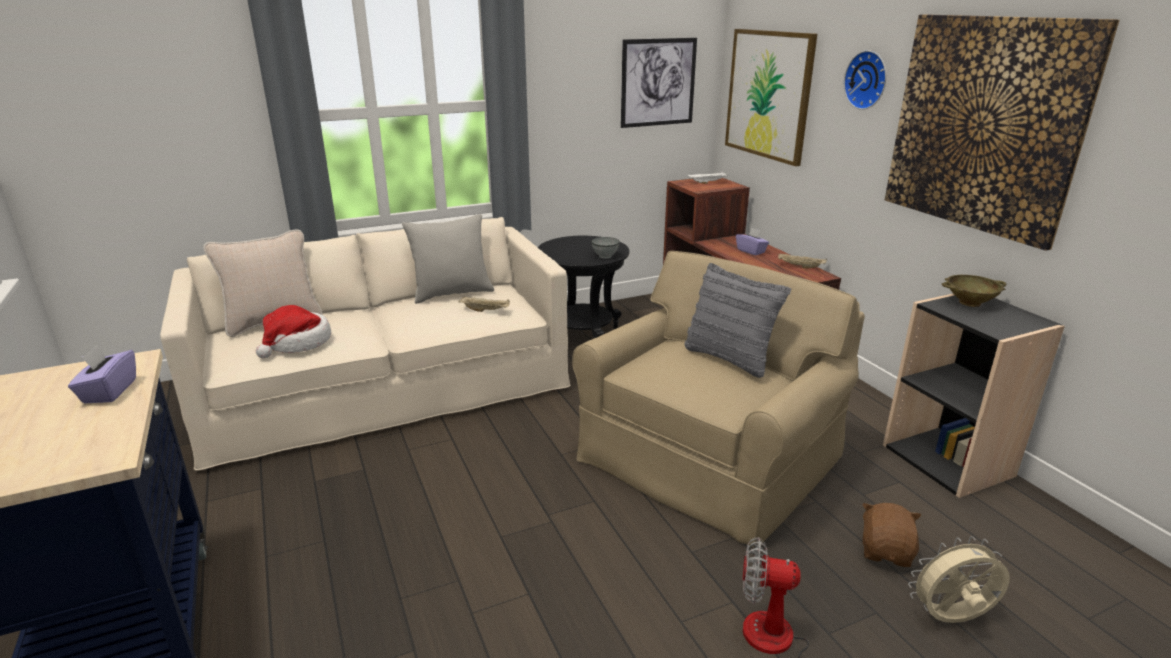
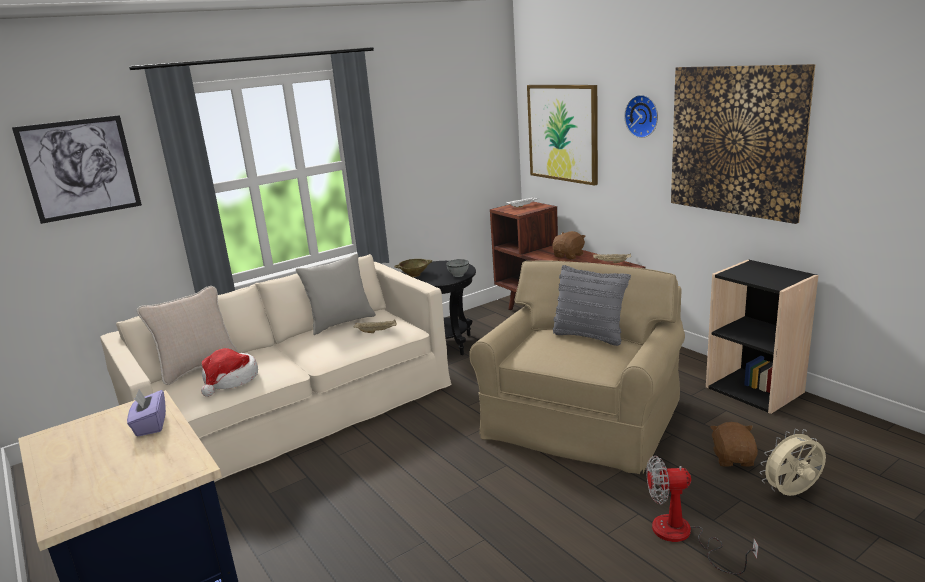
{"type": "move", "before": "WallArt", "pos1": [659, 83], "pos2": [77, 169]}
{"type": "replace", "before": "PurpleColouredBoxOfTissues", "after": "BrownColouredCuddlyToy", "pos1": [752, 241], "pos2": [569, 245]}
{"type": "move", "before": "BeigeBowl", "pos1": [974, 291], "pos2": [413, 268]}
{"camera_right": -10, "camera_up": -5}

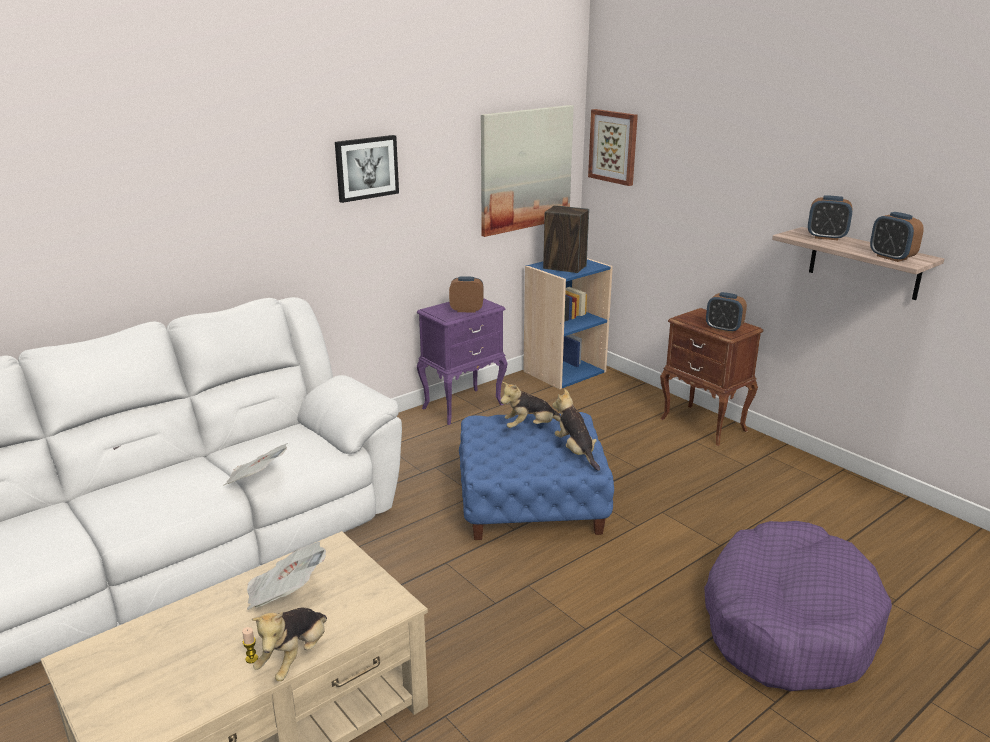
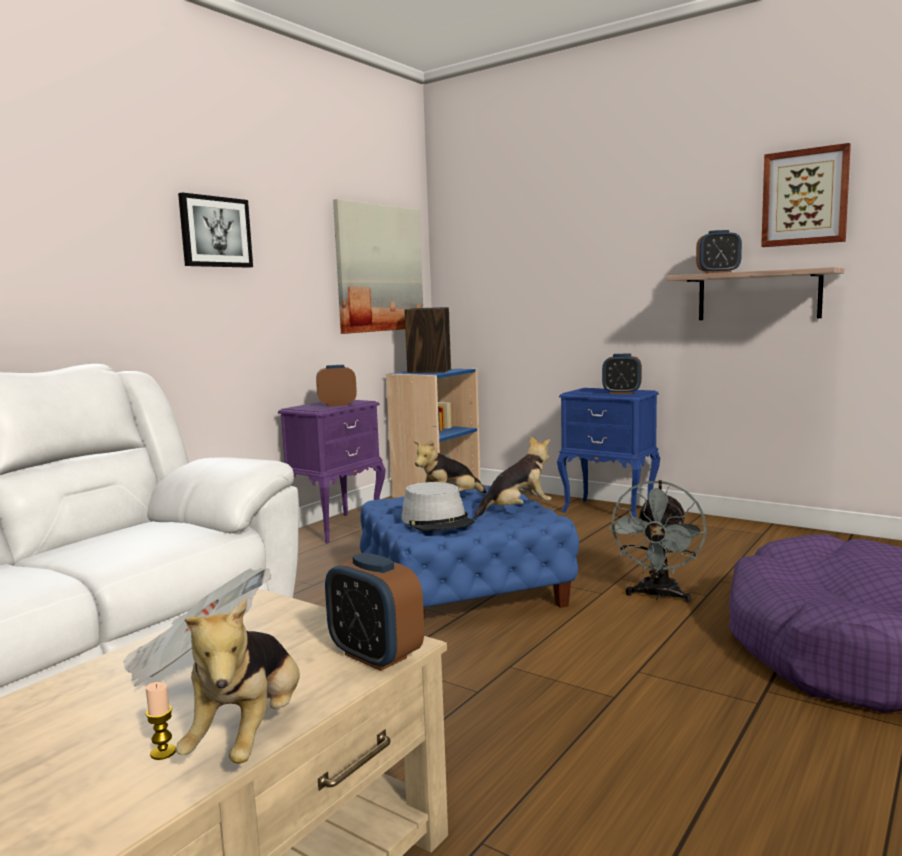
{"type": "move", "before": "WallArt", "pos1": [613, 147], "pos2": [806, 195]}
{"type": "move", "before": "AlarmClock", "pos1": [897, 237], "pos2": [374, 612]}
{"type": "recolor", "before": "BrownColouredNightTable", "after": "BlueNightTable", "pos1": [711, 377], "pos2": [608, 453]}
{"type": "rotate", "before": "CuddlyToy", "pos1": [576, 430], "pos2": [512, 477], "turn": 105}
{"type": "delete", "before": "PrintedPaper", "pos1": [255, 464]}
{"type": "insert", "after": "GreyElectricFan", "pos2": [657, 541]}
{"type": "insert", "after": "GreyHat", "pos2": [438, 506]}
{"camera_right": -15, "camera_up": -15}

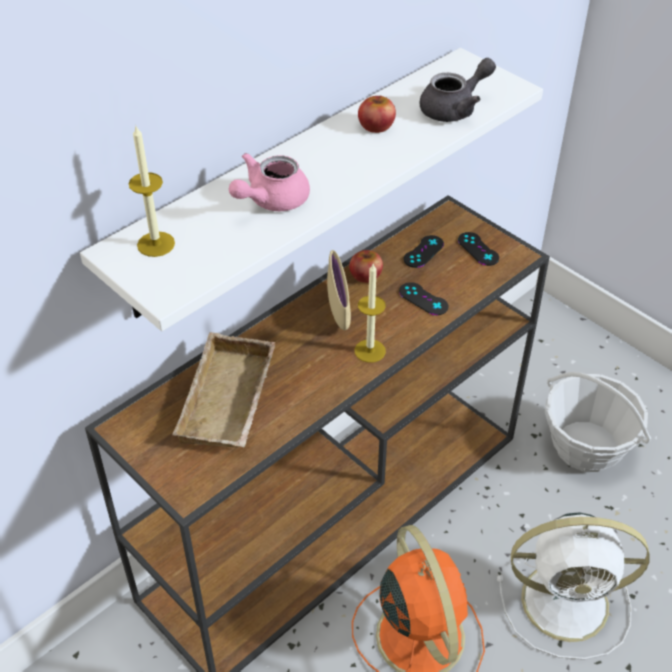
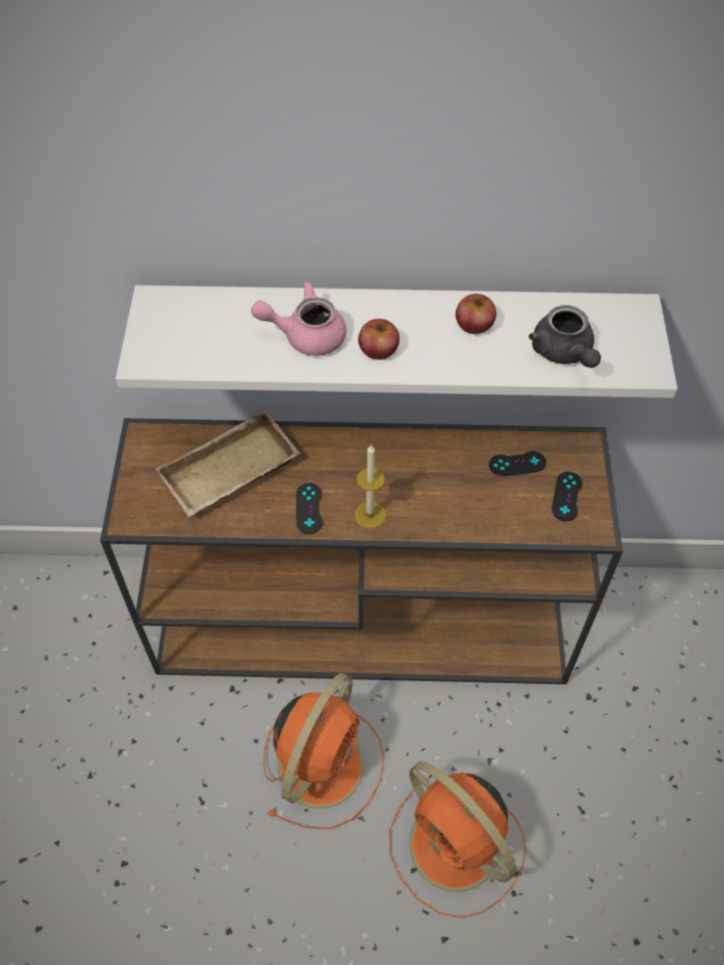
{"type": "rotate", "before": "GreyTeapot", "pos1": [458, 90], "pos2": [565, 336], "turn": 60}
{"type": "delete", "before": "WaxCandle", "pos1": [152, 191]}
{"type": "delete", "before": "BeigeBowl", "pos1": [339, 290]}
{"type": "move", "before": "AppleFruit", "pos1": [366, 266], "pos2": [379, 339]}
{"type": "move", "before": "BlackColouredGameController", "pos1": [424, 298], "pos2": [309, 508]}
{"type": "delete", "before": "Basket", "pos1": [598, 422]}
{"type": "recolor", "before": "WhiteElectricFan", "after": "OrangeyElectricFan", "pos1": [573, 586], "pos2": [457, 839]}
{"camera_right": 45, "camera_up": 10}

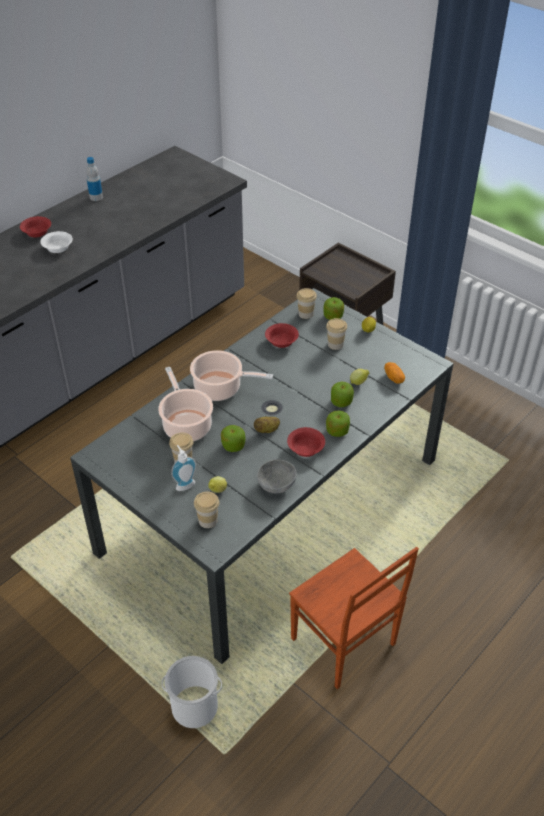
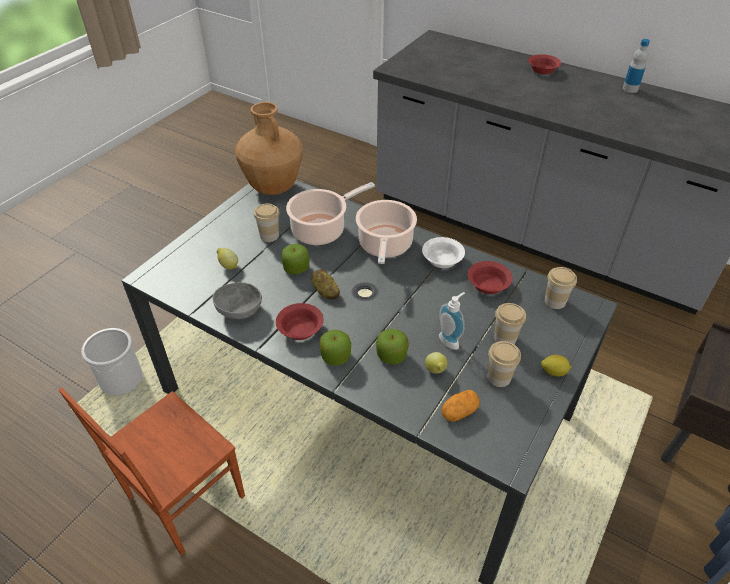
{"type": "move", "before": "WhiteBowl", "pos1": [56, 242], "pos2": [443, 252]}
{"type": "delete", "before": "AppleFruit", "pos1": [333, 308]}
{"type": "move", "before": "SoapBottle", "pos1": [183, 468], "pos2": [452, 321]}
{"type": "move", "before": "DrinkingCup", "pos1": [206, 510], "pos2": [504, 364]}
{"type": "insert", "after": "BrownColouredVase", "pos2": [269, 148]}
{"camera_right": 80, "camera_up": 0}

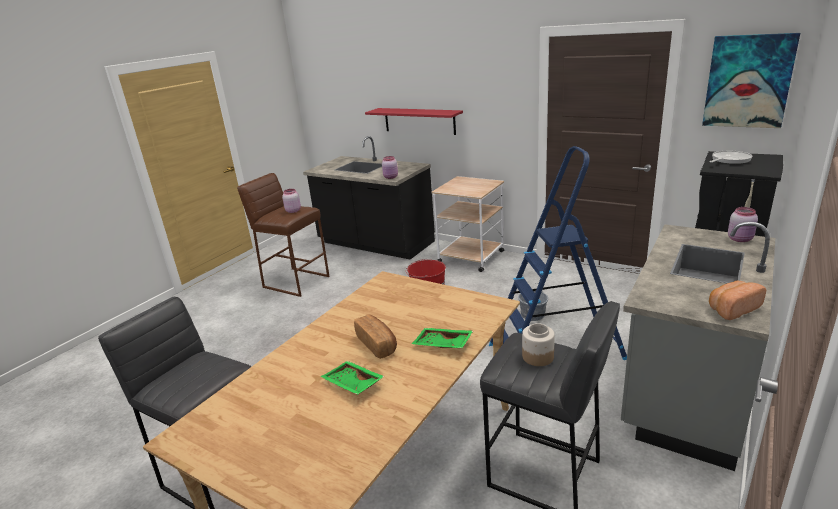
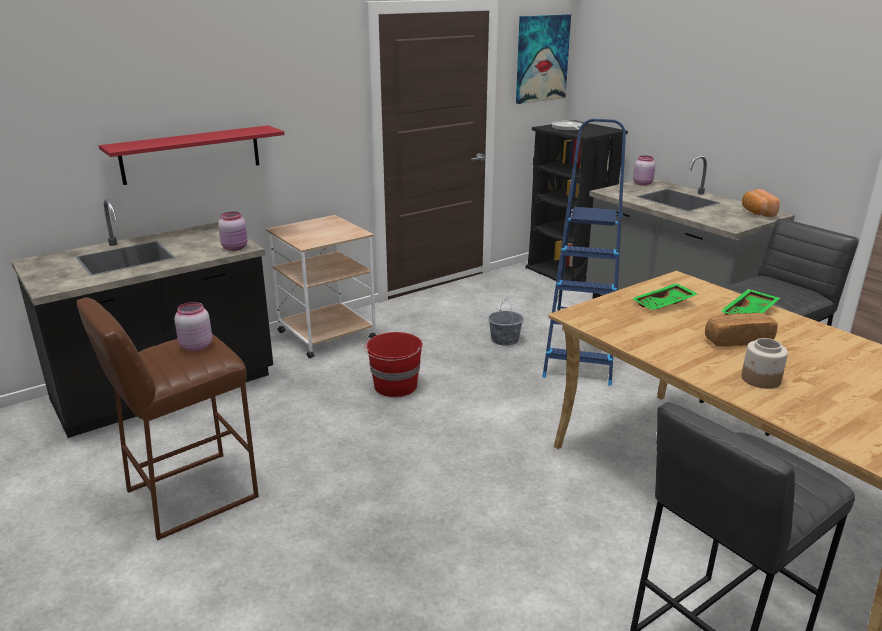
{"type": "move", "before": "StorageJar", "pos1": [538, 344], "pos2": [764, 363]}
{"type": "move", "before": "GreenColouredTray", "pos1": [353, 378], "pos2": [664, 296]}
{"camera_right": -70, "camera_up": 0}

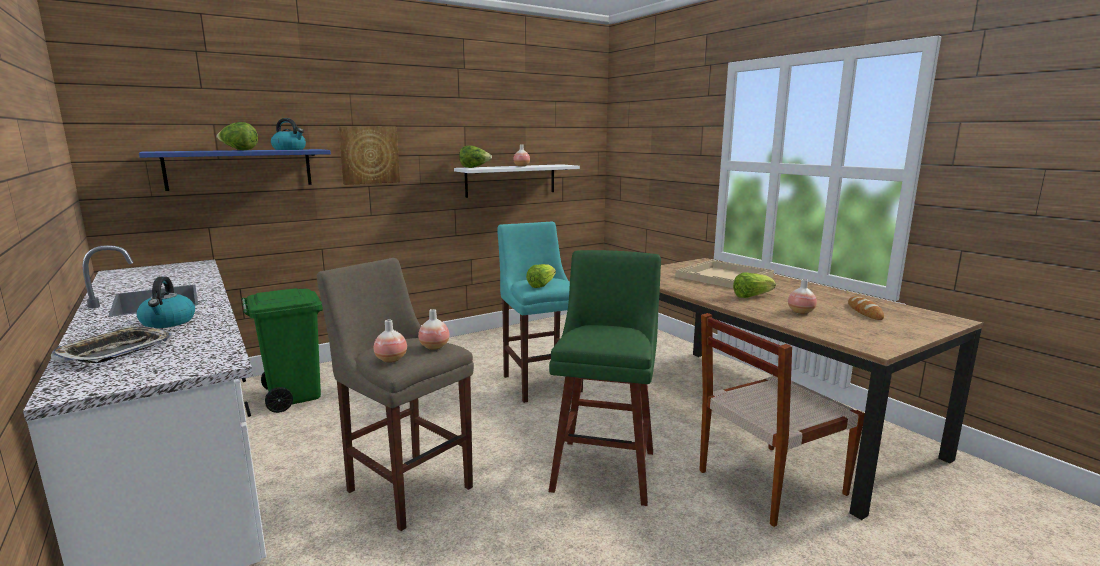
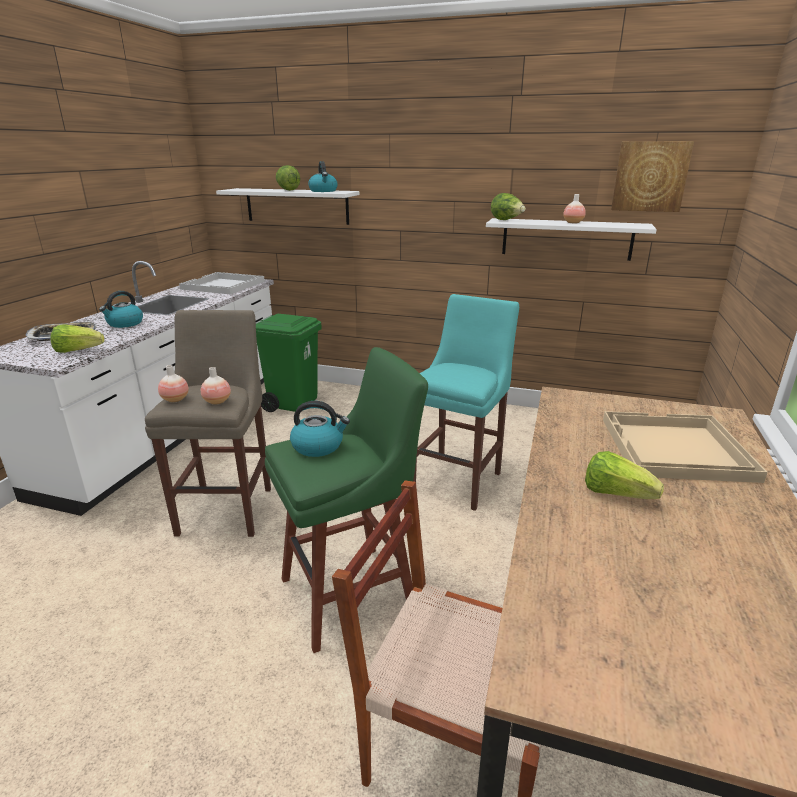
{"type": "move", "before": "WallArt", "pos1": [369, 155], "pos2": [652, 176]}
{"type": "recolor", "before": "BlueBracketShelf", "after": "WhiteBracketShelf", "pos1": [235, 170], "pos2": [287, 206]}
{"type": "move", "before": "Lettuce", "pos1": [541, 276], "pos2": [77, 339]}
{"type": "delete", "before": "Vase", "pos1": [802, 296]}
{"type": "delete", "before": "BakeryBread", "pos1": [866, 308]}
{"type": "insert", "after": "WhiteTray", "pos2": [222, 283]}
{"type": "insert", "after": "TeaKettle", "pos2": [320, 429]}
{"camera_right": 50, "camera_up": 10}

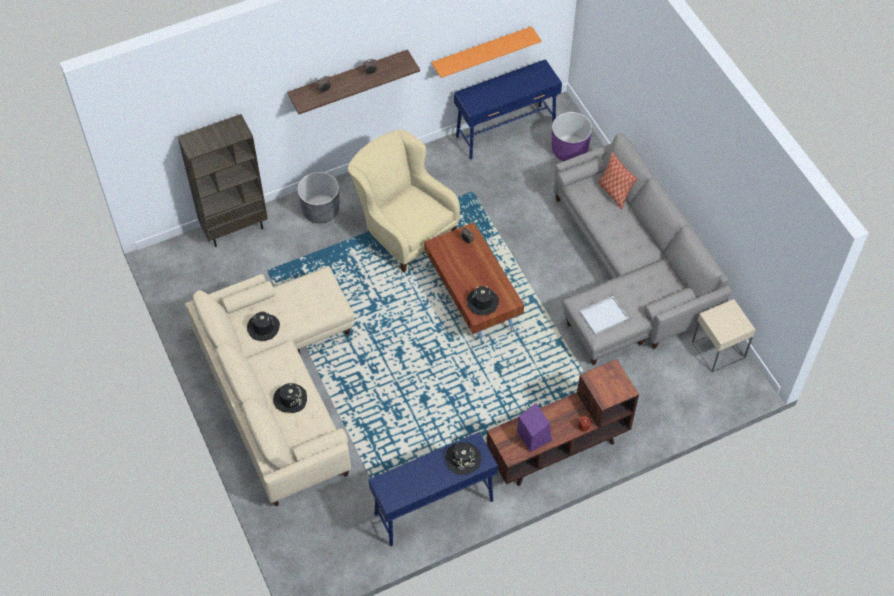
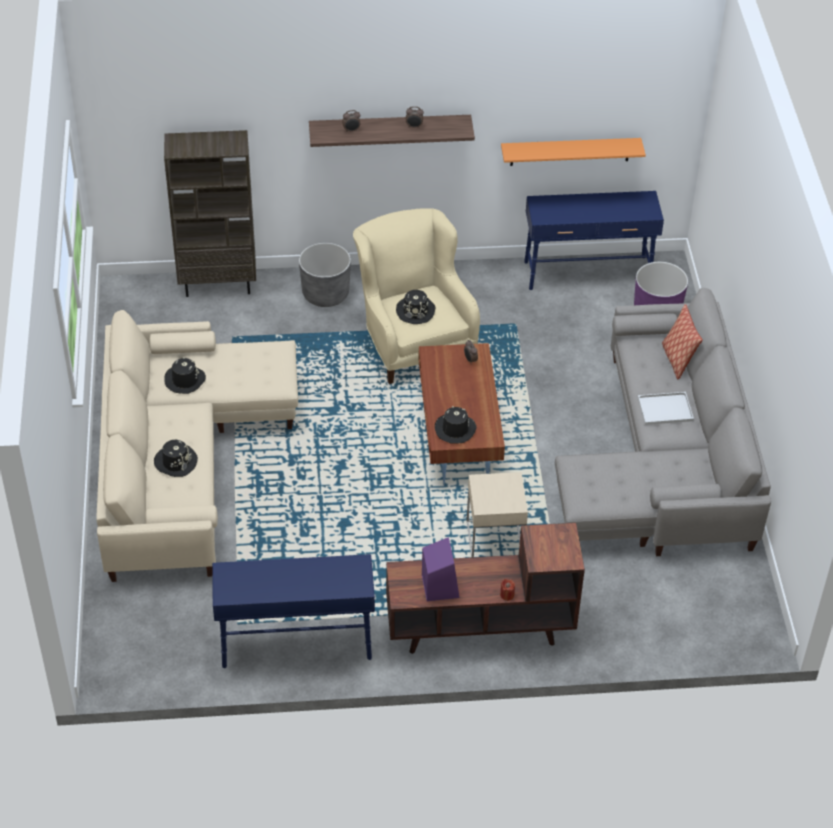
{"type": "move", "before": "WhiteTray", "pos1": [604, 315], "pos2": [666, 408]}
{"type": "move", "before": "BeigeSideTable", "pos1": [724, 335], "pos2": [497, 514]}
{"type": "move", "before": "BlackColouredHat", "pos1": [463, 458], "pos2": [415, 307]}
{"camera_right": 20, "camera_up": -10}

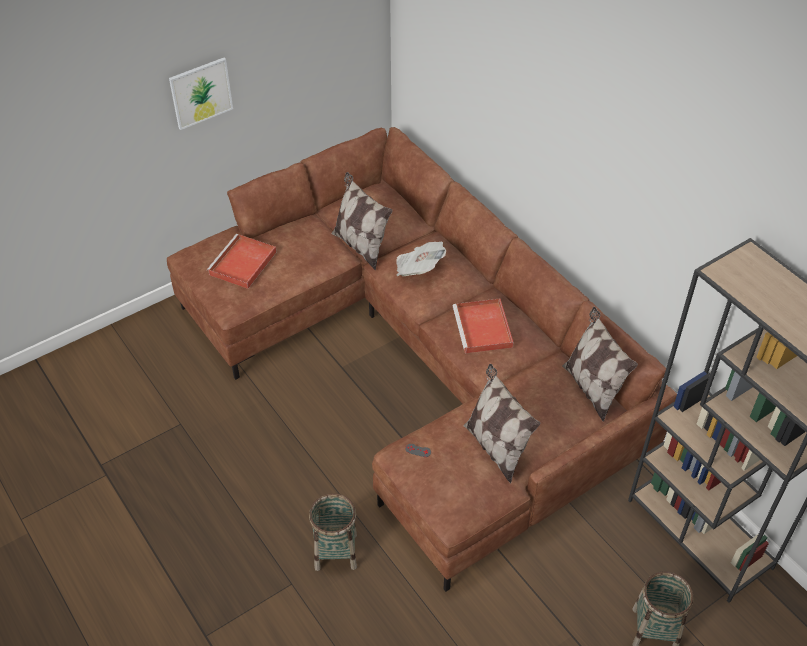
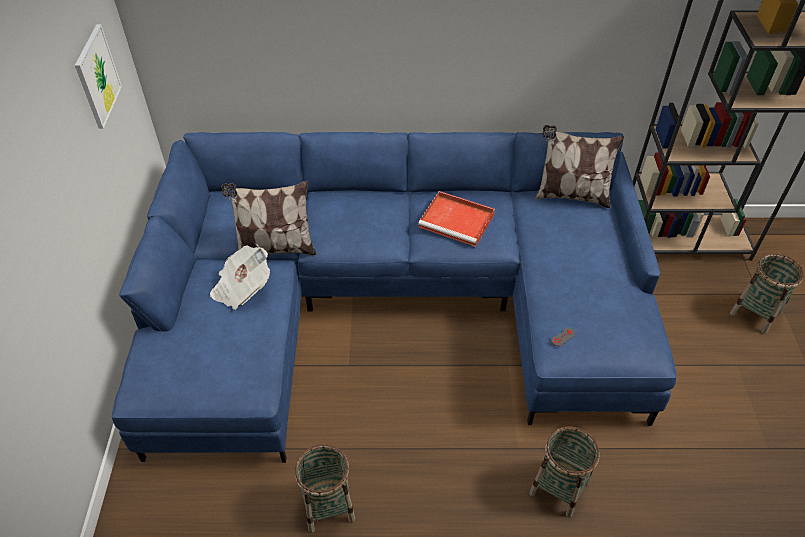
{"type": "move", "before": "WallArt", "pos1": [201, 94], "pos2": [98, 76]}
{"type": "recolor", "before": "BrownColouredSettee", "after": "BlueSettee", "pos1": [422, 359], "pos2": [394, 297]}
{"type": "delete", "before": "ReddishTray", "pos1": [241, 261]}
{"type": "move", "before": "PrintedPaper", "pos1": [421, 259], "pos2": [240, 277]}
{"type": "delete", "before": "Cushion", "pos1": [502, 423]}
{"type": "insert", "after": "Basket", "pos2": [324, 488]}
{"camera_right": -55, "camera_up": 0}

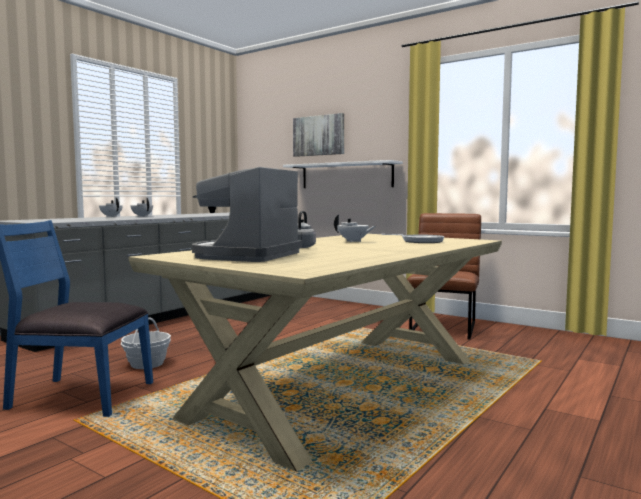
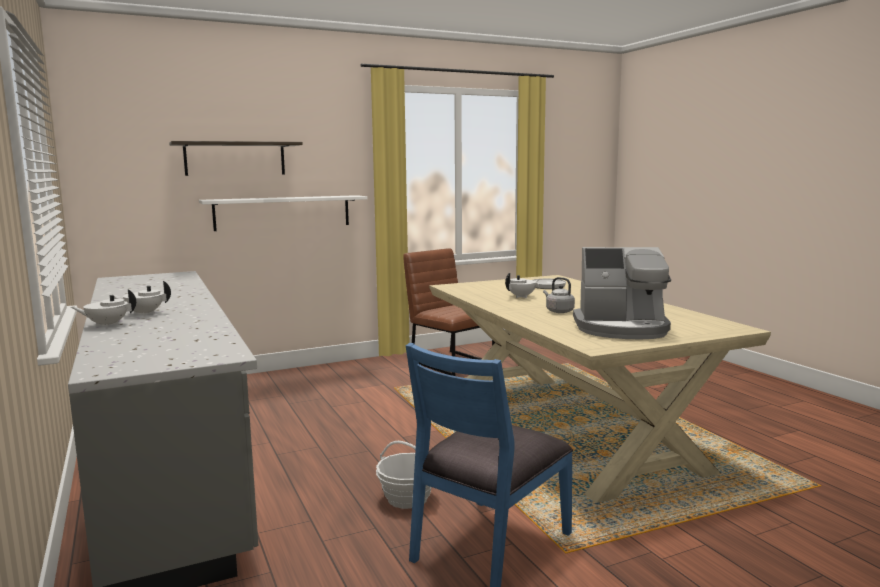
{"type": "replace", "before": "WallArt", "after": "BracketShelf", "pos1": [318, 135], "pos2": [236, 158]}
{"type": "rotate", "before": "CoffeeBrewer", "pos1": [247, 214], "pos2": [622, 293], "turn": -45}
{"camera_right": -60, "camera_up": 5}

